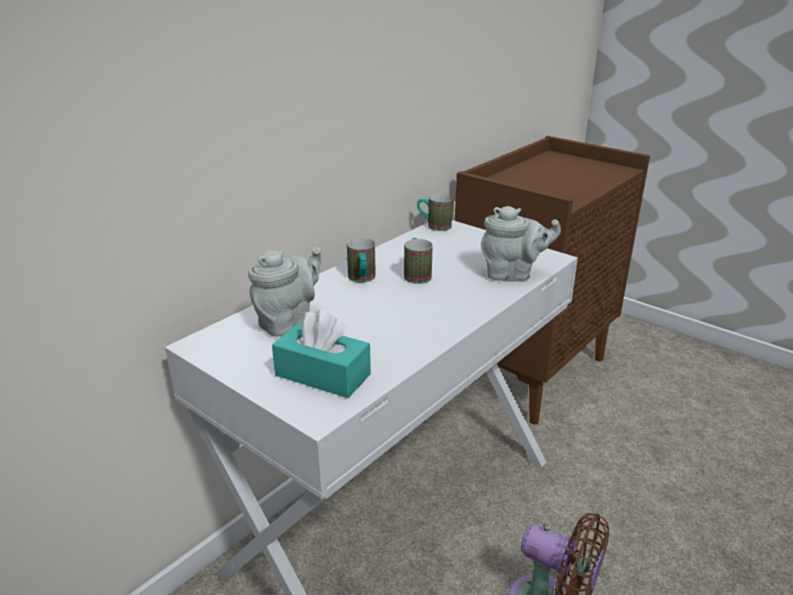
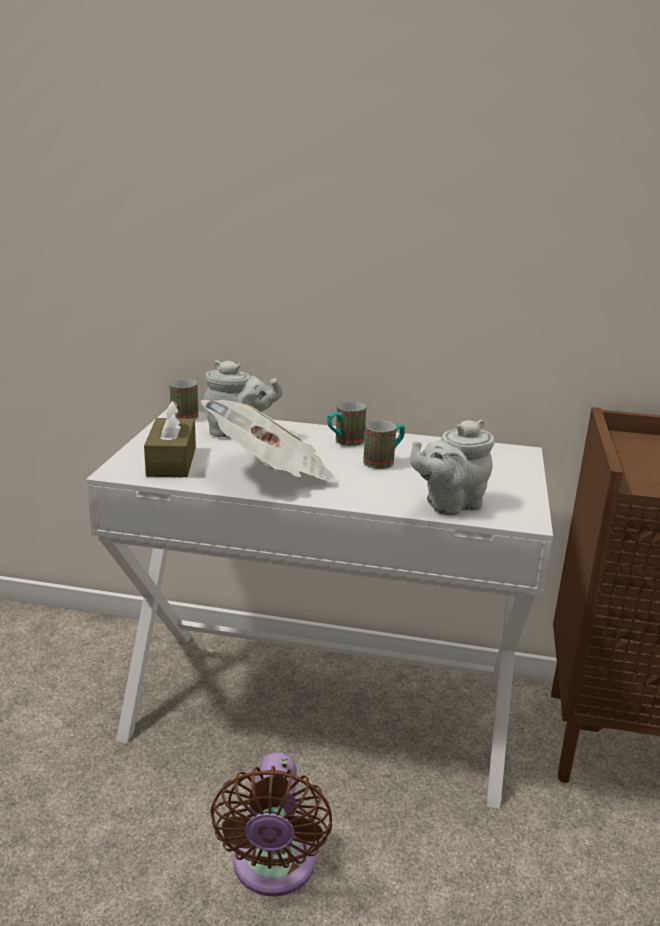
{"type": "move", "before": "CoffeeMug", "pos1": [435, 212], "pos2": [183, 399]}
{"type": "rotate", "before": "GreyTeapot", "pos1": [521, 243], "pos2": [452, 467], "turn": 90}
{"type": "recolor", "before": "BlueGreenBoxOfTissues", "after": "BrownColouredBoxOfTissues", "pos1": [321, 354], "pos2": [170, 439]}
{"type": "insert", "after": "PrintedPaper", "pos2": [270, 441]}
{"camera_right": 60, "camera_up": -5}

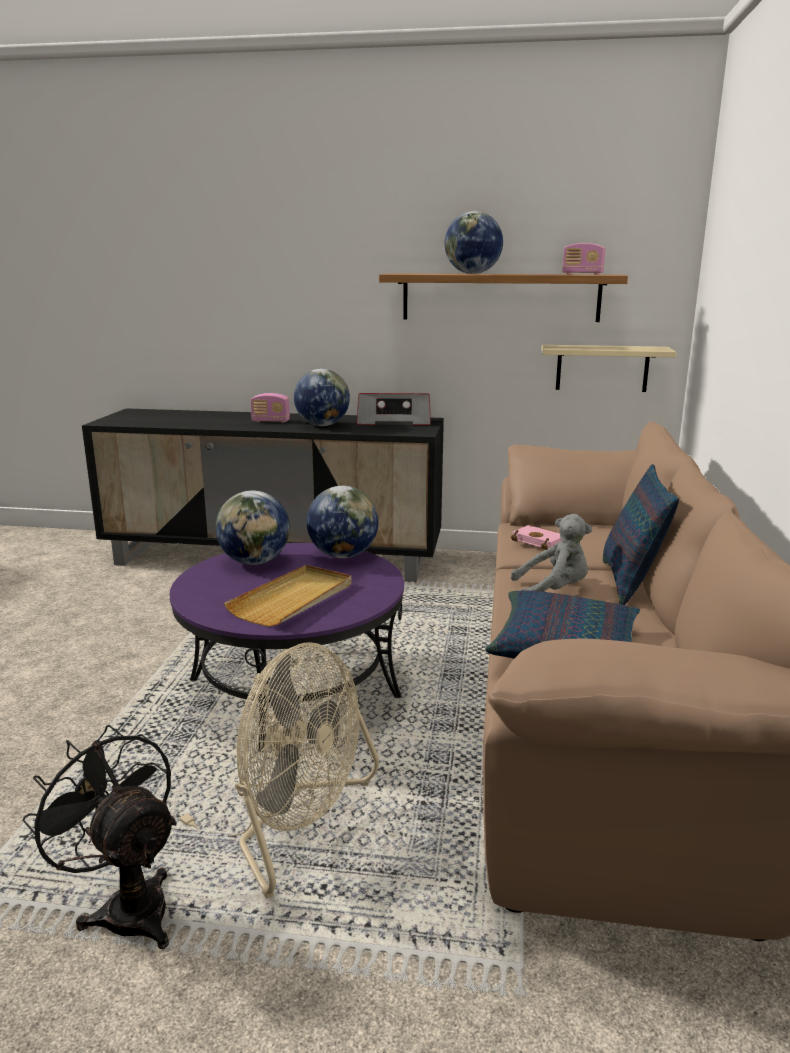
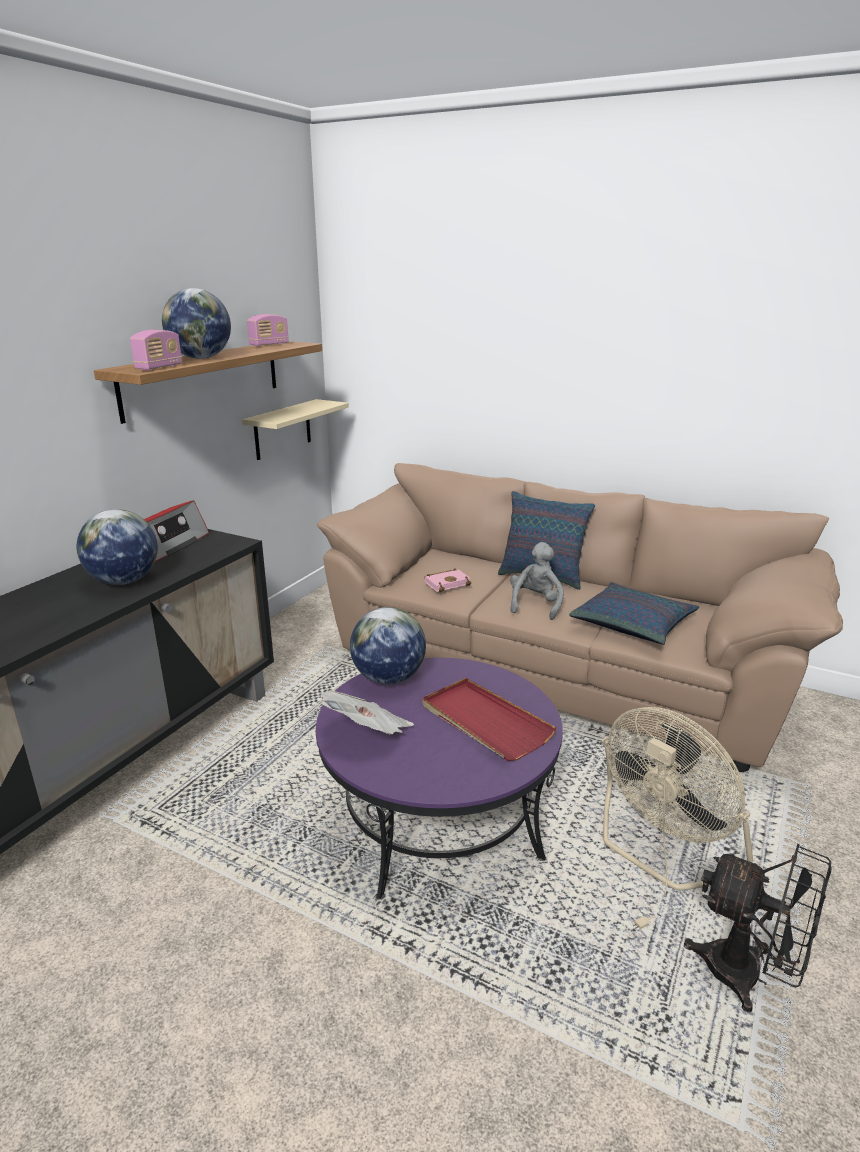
{"type": "move", "before": "RadioSet", "pos1": [270, 407], "pos2": [156, 350]}
{"type": "replace", "before": "Globe", "after": "PrintedPaper", "pos1": [252, 527], "pos2": [367, 713]}
{"type": "recolor", "before": "BeigeTray", "after": "ReddishTray", "pos1": [288, 596], "pos2": [490, 719]}
{"type": "rotate", "before": "BlackColouredElectricFan", "pos1": [100, 837], "pos2": [758, 928], "turn": -120}
{"camera_right": -70, "camera_up": 5}

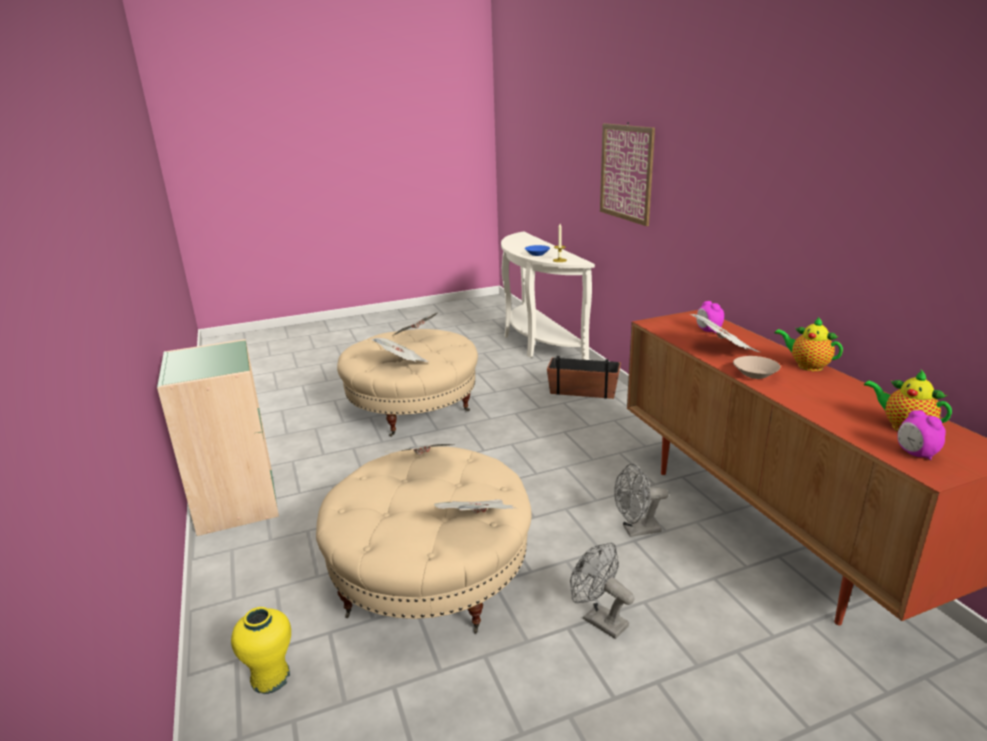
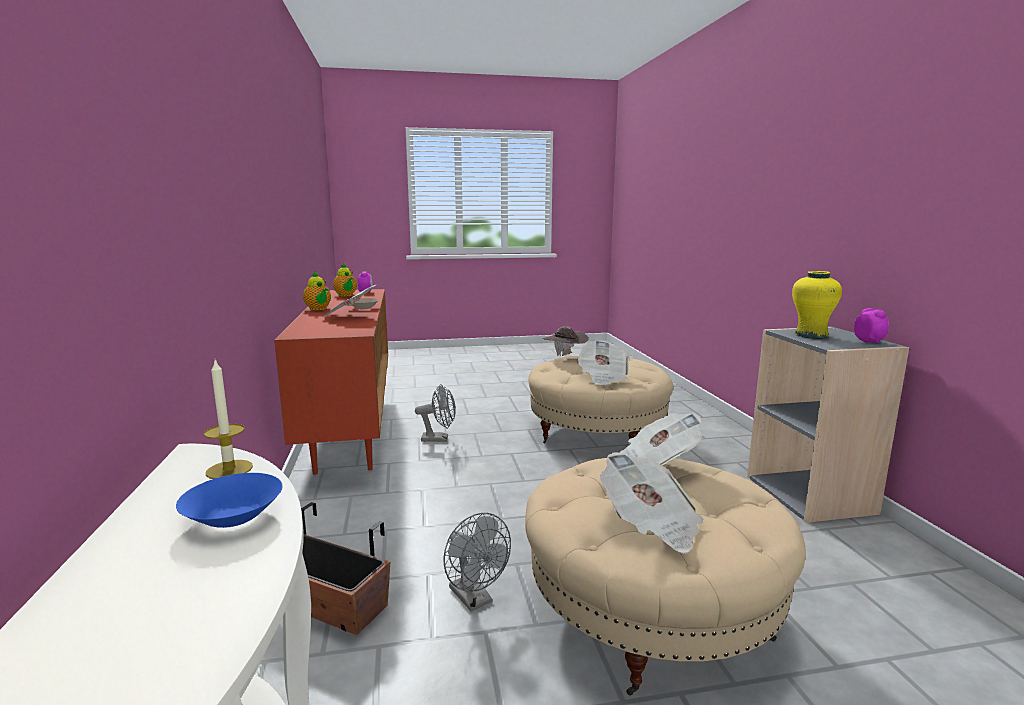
{"type": "delete", "before": "WallArt", "pos1": [627, 174]}
{"type": "move", "before": "AlarmClock", "pos1": [710, 317], "pos2": [871, 326]}
{"type": "recolor", "before": "GreenColouredBookcase", "after": "GreyBookcase", "pos1": [218, 437], "pos2": [828, 425]}
{"type": "replace", "before": "PrintedPaper", "after": "BrownColouredHat", "pos1": [474, 506], "pos2": [565, 341]}
{"type": "move", "before": "GreyElectricFan", "pos1": [602, 591], "pos2": [477, 562]}
{"type": "move", "before": "YellowishVase", "pos1": [261, 650], "pos2": [817, 305]}
{"camera_right": -170, "camera_up": -10}

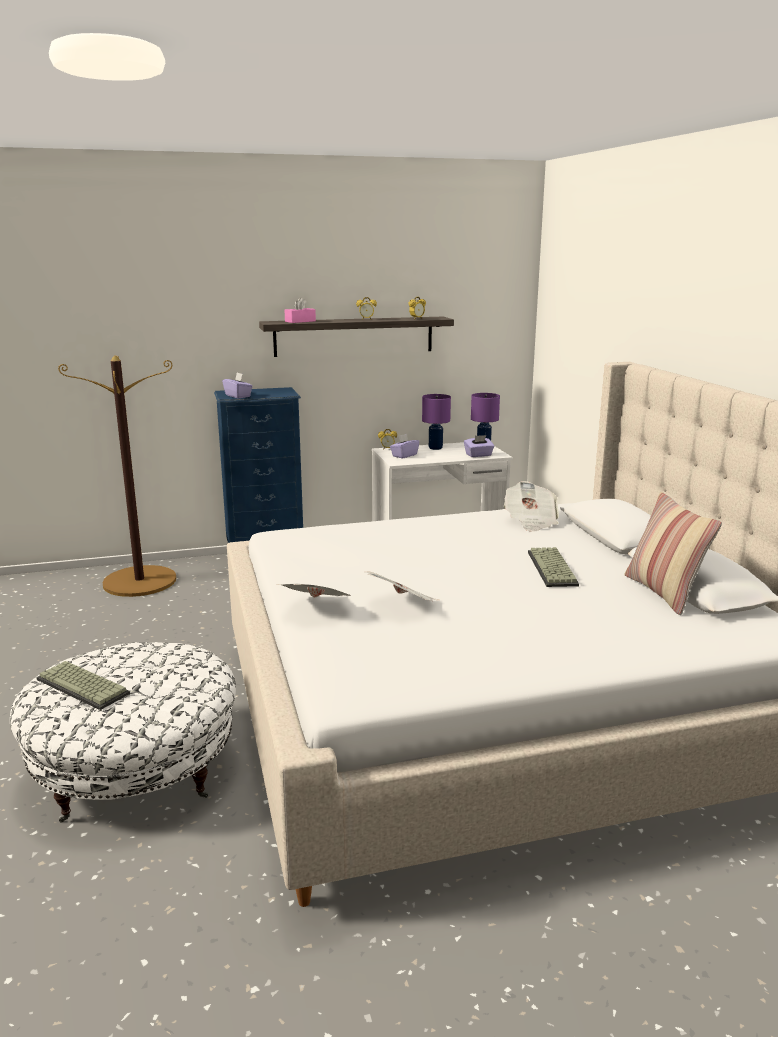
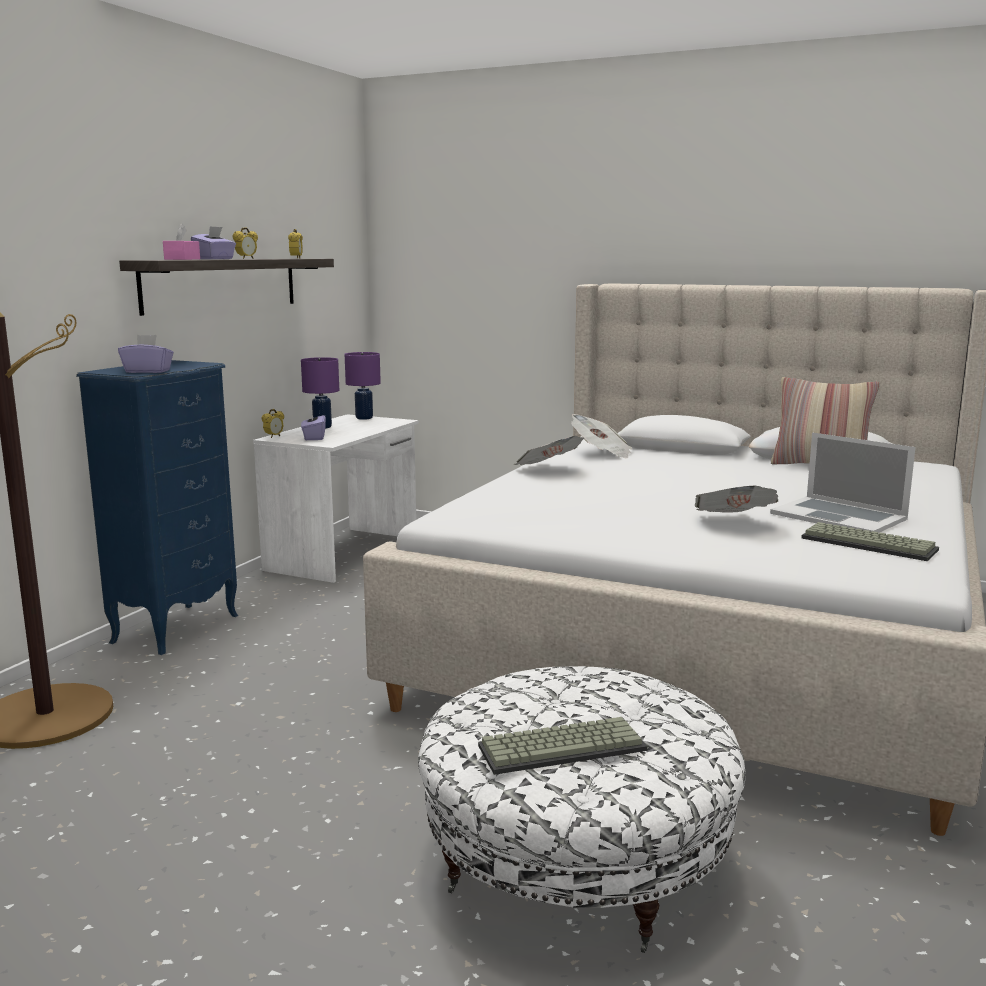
{"type": "move", "before": "PurpleColouredBoxOfTissues", "pos1": [479, 446], "pos2": [213, 242]}
{"type": "move", "before": "ComputerKeyboard", "pos1": [553, 567], "pos2": [870, 541]}
{"type": "move", "before": "PrintedPaper", "pos1": [313, 591], "pos2": [549, 450]}
{"type": "insert", "after": "NotebookComputer", "pos2": [843, 482]}
{"camera_right": -50, "camera_up": -5}

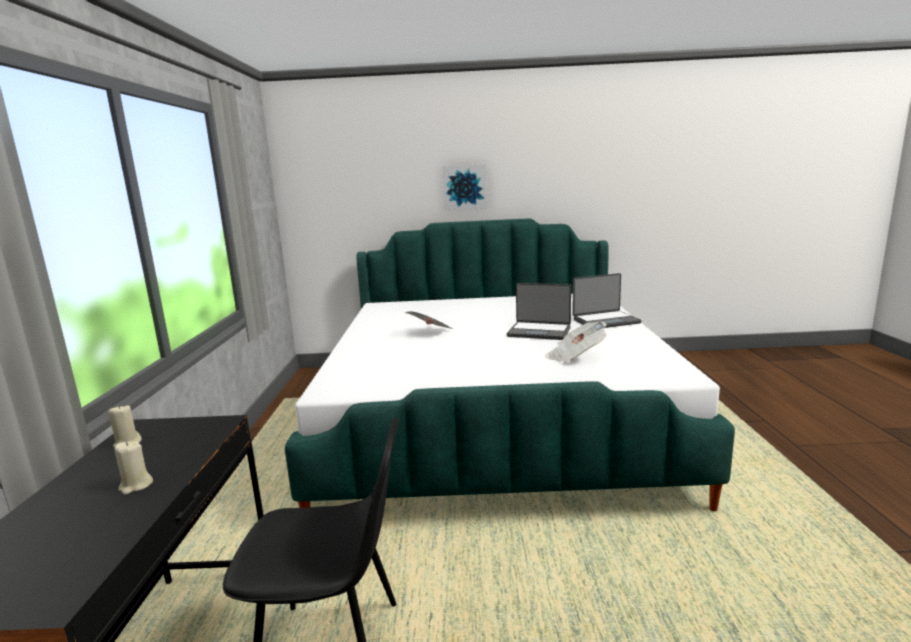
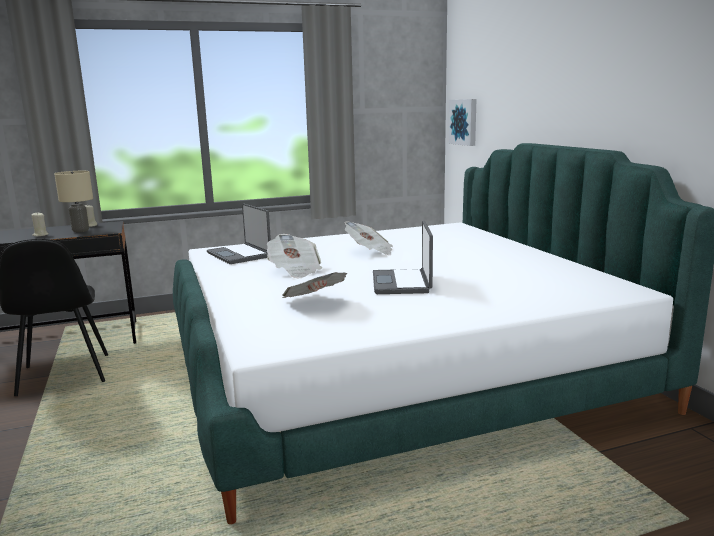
{"type": "move", "before": "WallArt", "pos1": [465, 187], "pos2": [462, 122]}
{"type": "move", "before": "NotebookComputer", "pos1": [607, 300], "pos2": [239, 234]}
{"type": "insert", "after": "BeigeLampForATable", "pos2": [73, 201]}
{"type": "insert", "after": "PrintedPaper", "pos2": [294, 256]}
{"camera_right": 70, "camera_up": 0}

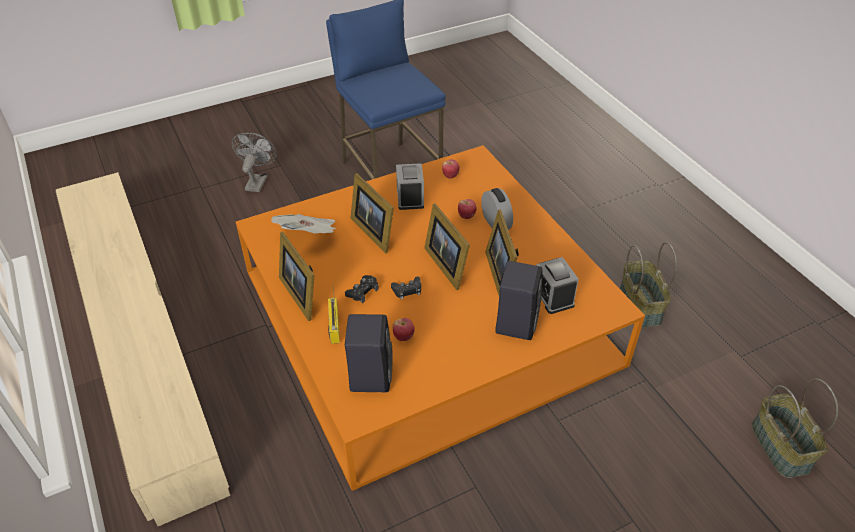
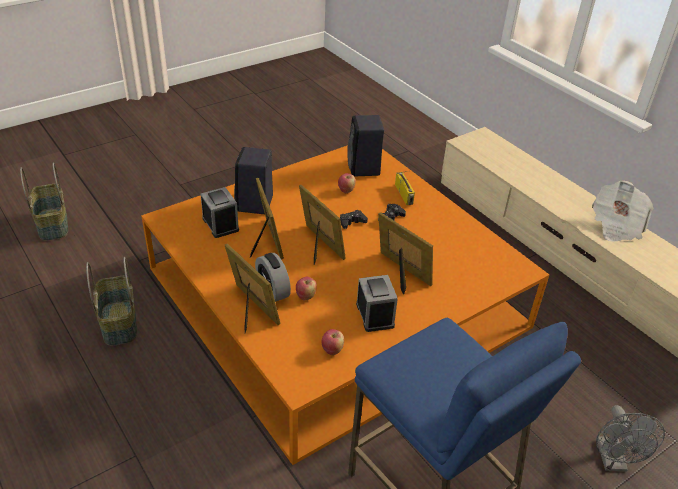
{"type": "move", "before": "PrintedPaper", "pos1": [303, 223], "pos2": [622, 211]}
{"type": "move", "before": "PhotoFrame", "pos1": [296, 276], "pos2": [252, 288]}
{"camera_right": 170, "camera_up": -5}

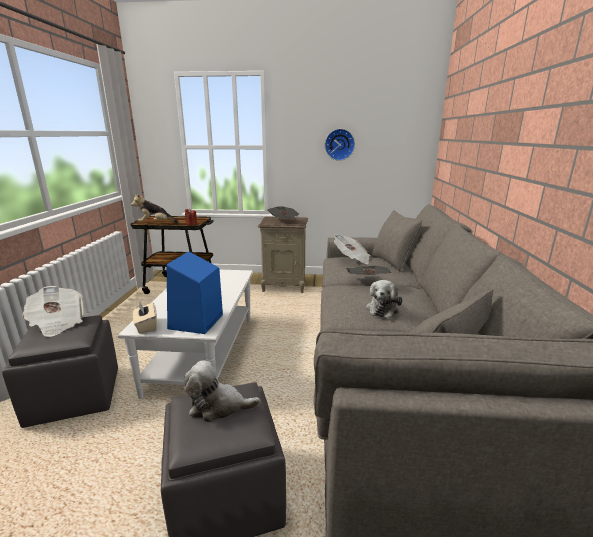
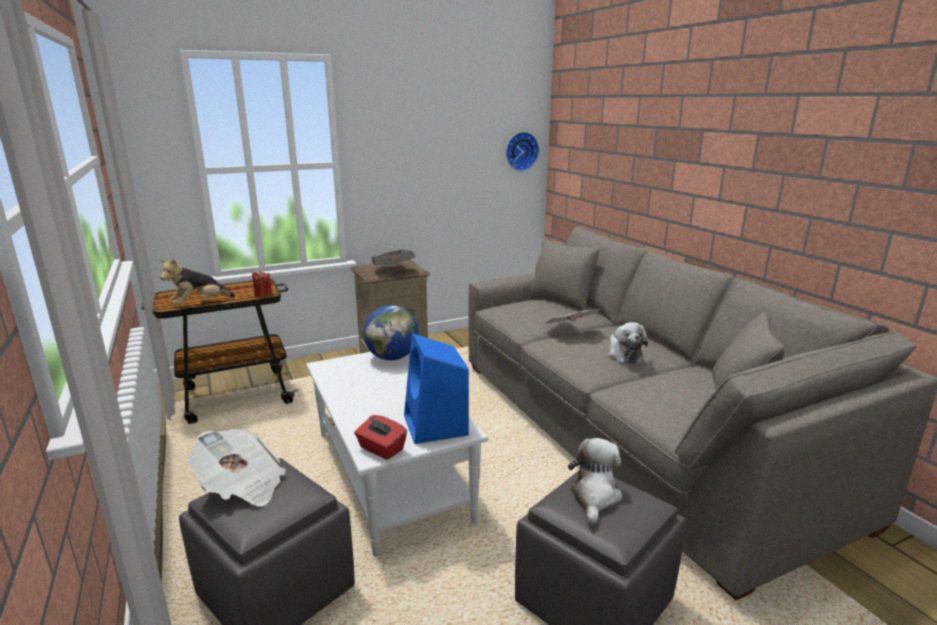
{"type": "move", "before": "WallClock", "pos1": [340, 145], "pos2": [522, 151]}
{"type": "delete", "before": "PrintedPaper", "pos1": [352, 249]}
{"type": "recolor", "before": "BeigeBoxOfTissues", "after": "ReddishBoxOfTissues", "pos1": [145, 317], "pos2": [380, 437]}
{"type": "rotate", "before": "CuddlyToy", "pos1": [222, 391], "pos2": [595, 481], "turn": 135}
{"type": "insert", "after": "Globe", "pos2": [391, 333]}
{"camera_right": -30, "camera_up": 0}

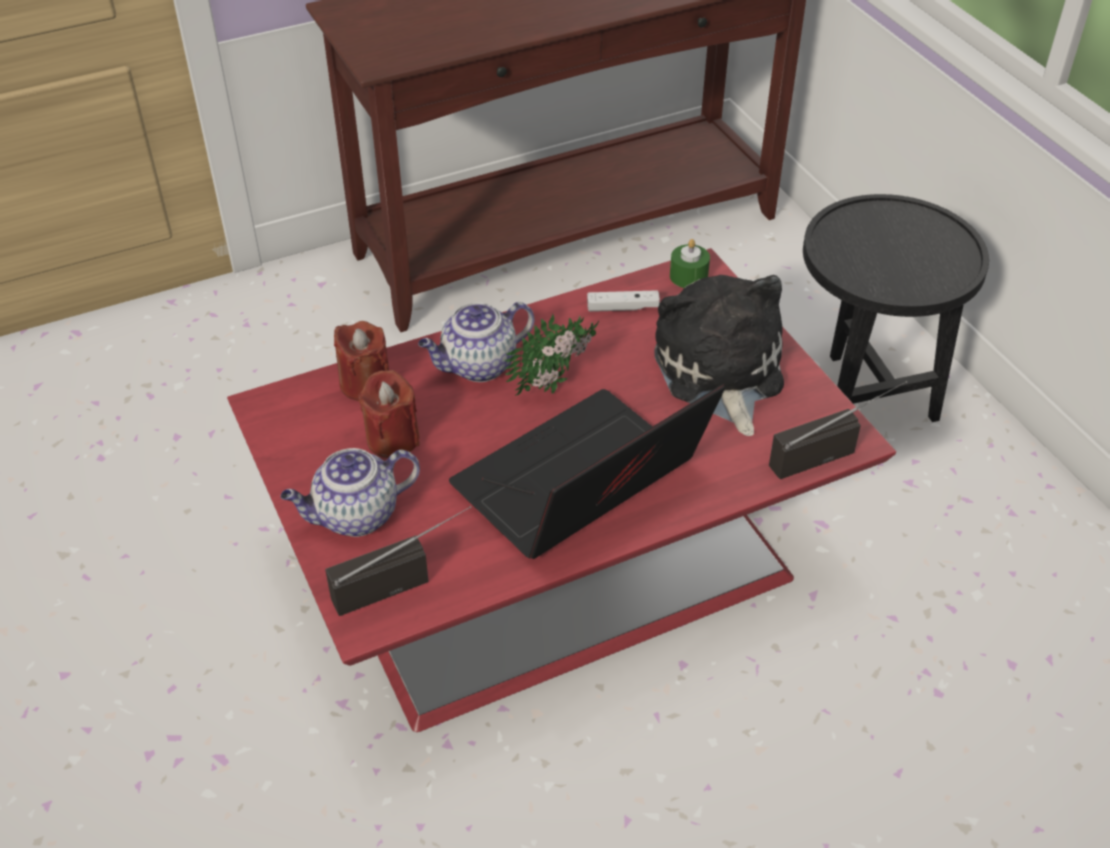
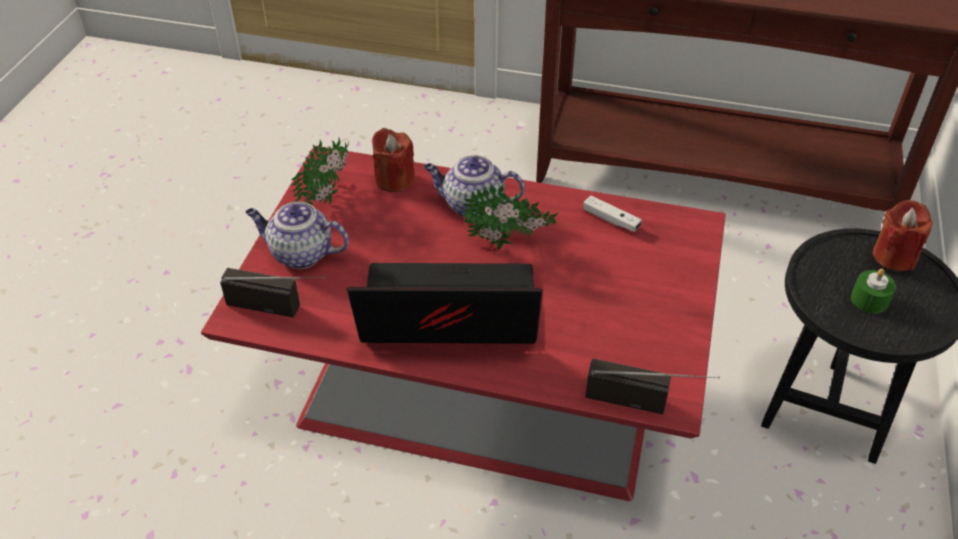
{"type": "move", "before": "GreenColouredWaxCandle", "pos1": [690, 263], "pos2": [873, 290]}
{"type": "delete", "before": "CuddlyToy", "pos1": [719, 355]}
{"type": "move", "before": "ReddishWaxCandle", "pos1": [389, 414], "pos2": [902, 235]}
{"type": "insert", "after": "PottedPlant", "pos2": [320, 171]}
{"camera_right": 40, "camera_up": 0}

